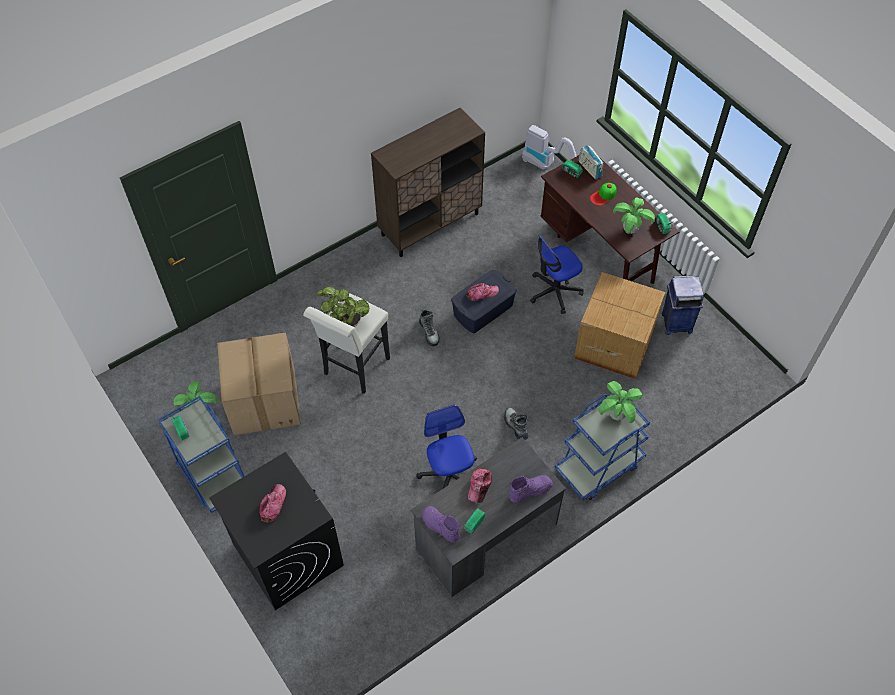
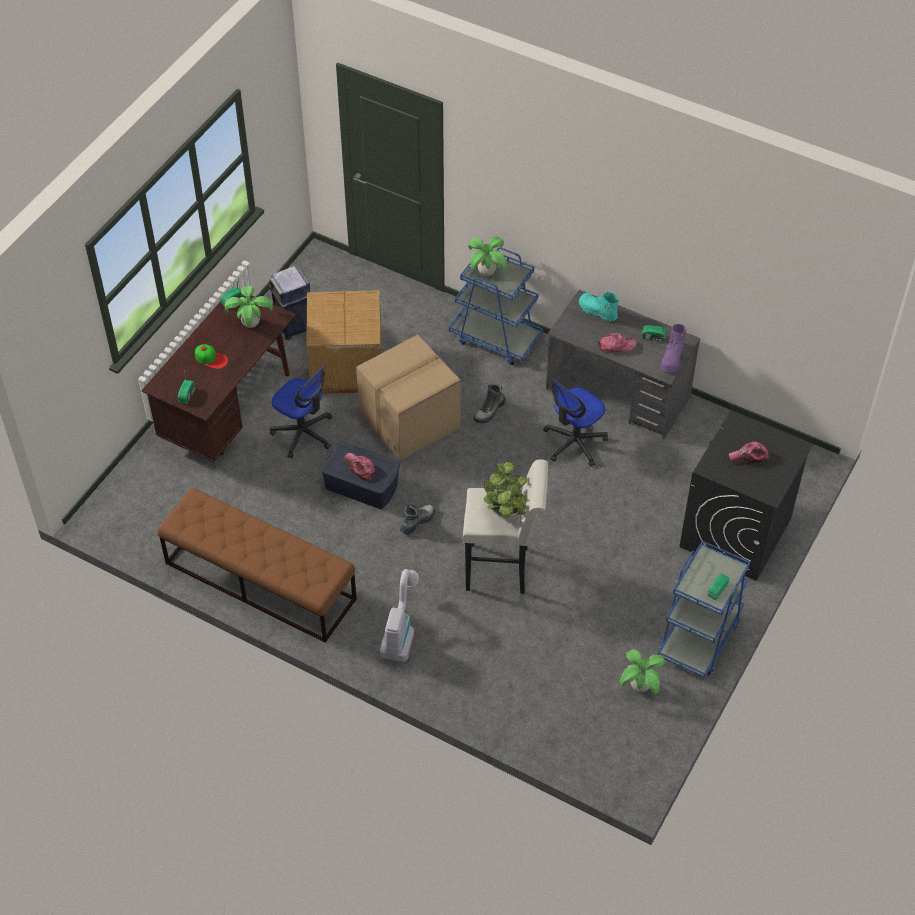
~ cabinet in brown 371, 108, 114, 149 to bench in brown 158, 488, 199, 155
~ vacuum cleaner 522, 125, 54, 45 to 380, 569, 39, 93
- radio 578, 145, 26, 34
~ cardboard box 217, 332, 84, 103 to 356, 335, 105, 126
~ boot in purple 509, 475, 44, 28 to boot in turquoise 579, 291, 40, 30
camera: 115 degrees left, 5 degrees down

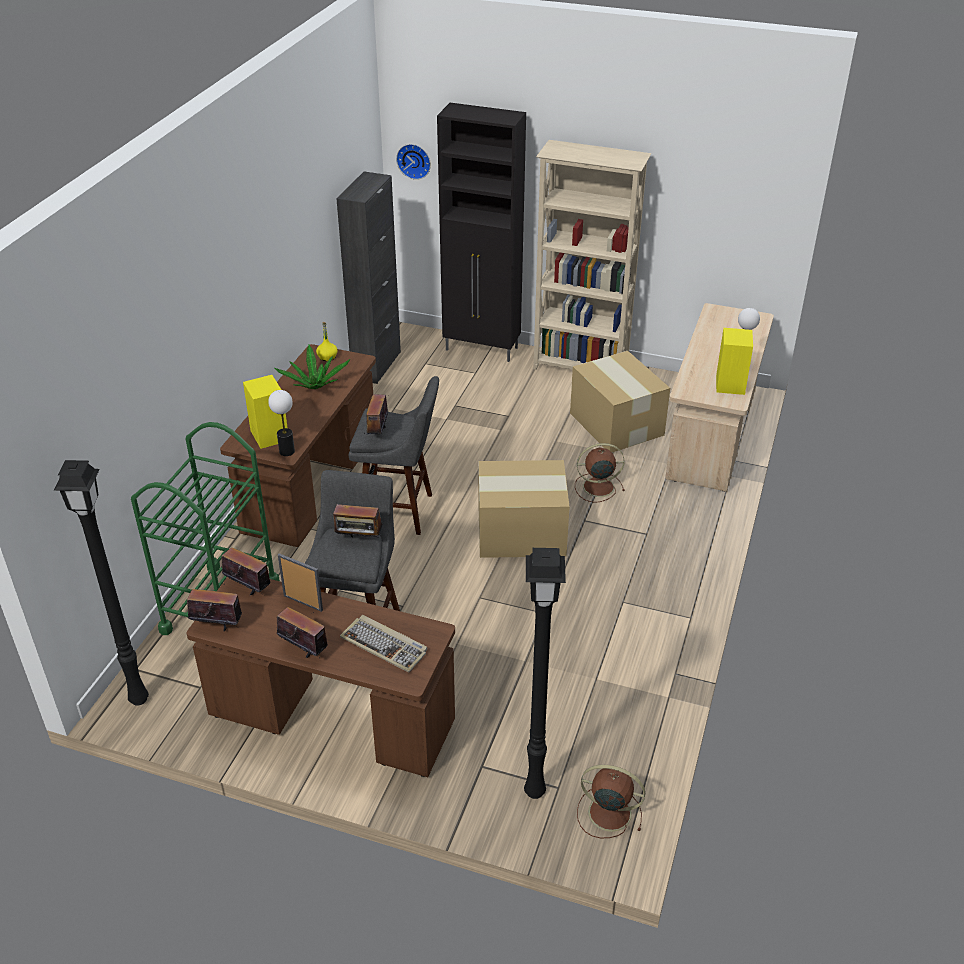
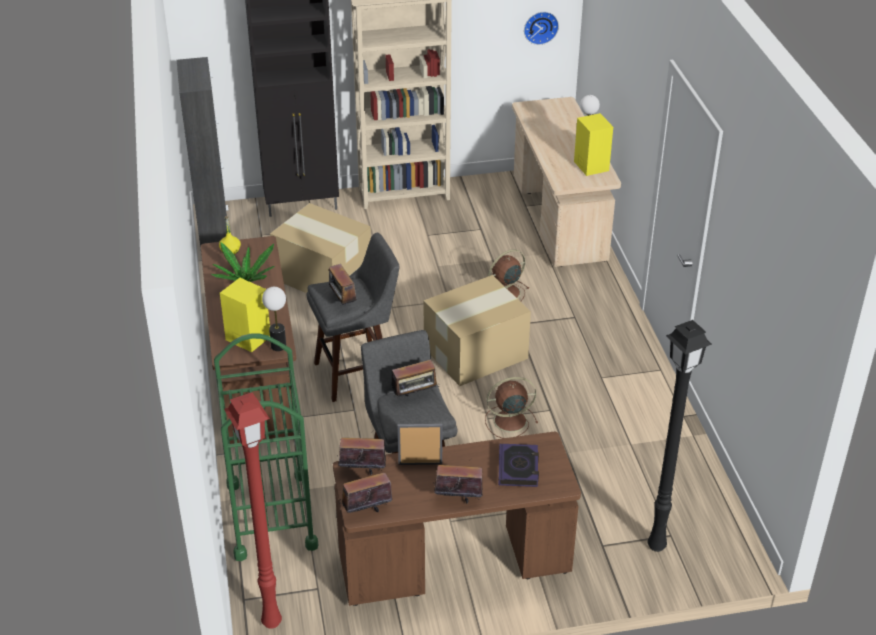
~ wall clock 396, 144, 35, 36 to 524, 12, 35, 33
~ cardboard box 570, 351, 100, 101 to 270, 203, 101, 90
~ floor lamp in black 53, 460, 96, 246 to floor lamp in red 224, 392, 58, 237
~ keyboard 340, 615, 87, 58 to book 498, 444, 41, 43
~ fan in brown 577, 765, 68, 73 to 485, 377, 53, 62
camera: 30 degrees left, 0 degrees up

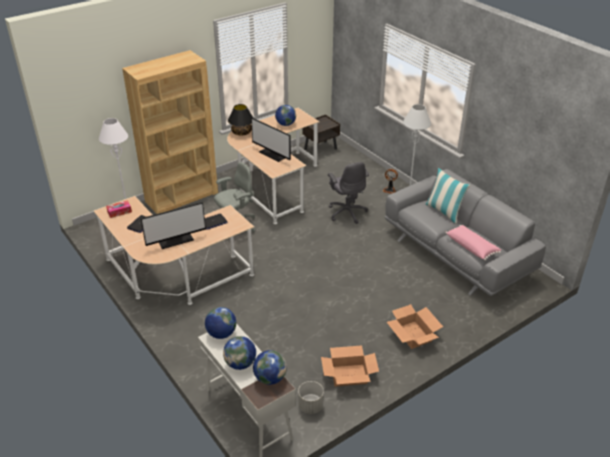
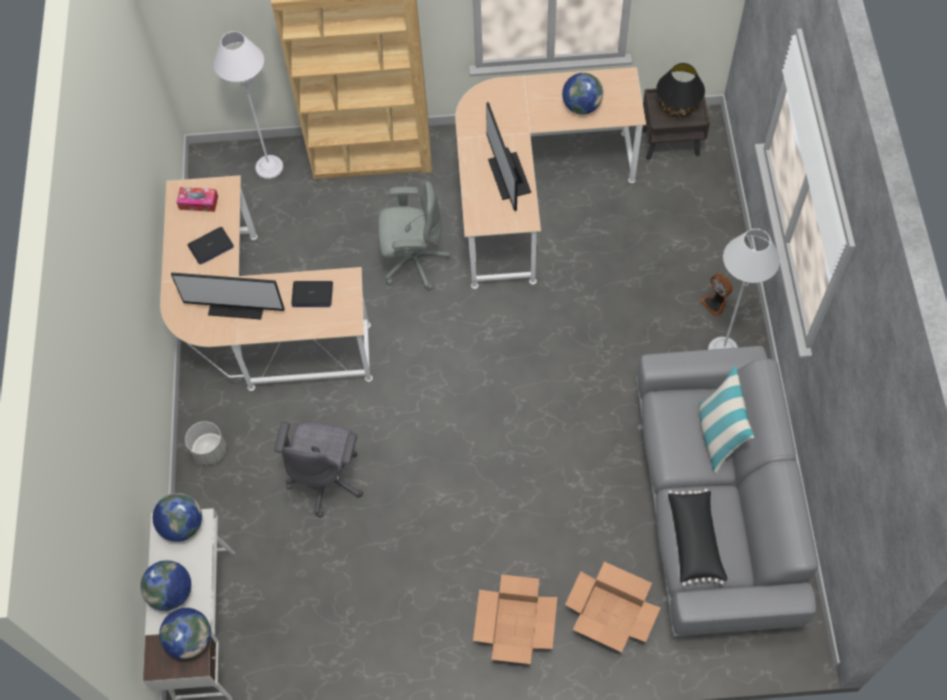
~ table lamp in black 228, 104, 25, 31 to 656, 63, 49, 55
~ office chair in grey 328, 162, 41, 62 to 274, 422, 89, 95
~ pillow in pink 445, 225, 56, 35 to pillow in black 668, 489, 60, 97
~ cardboard box 321, 346, 58, 41 to 565, 562, 96, 90
~ planter in grey 298, 381, 26, 33 to 185, 421, 41, 44
camera: 35 degrees right, 25 degrees up

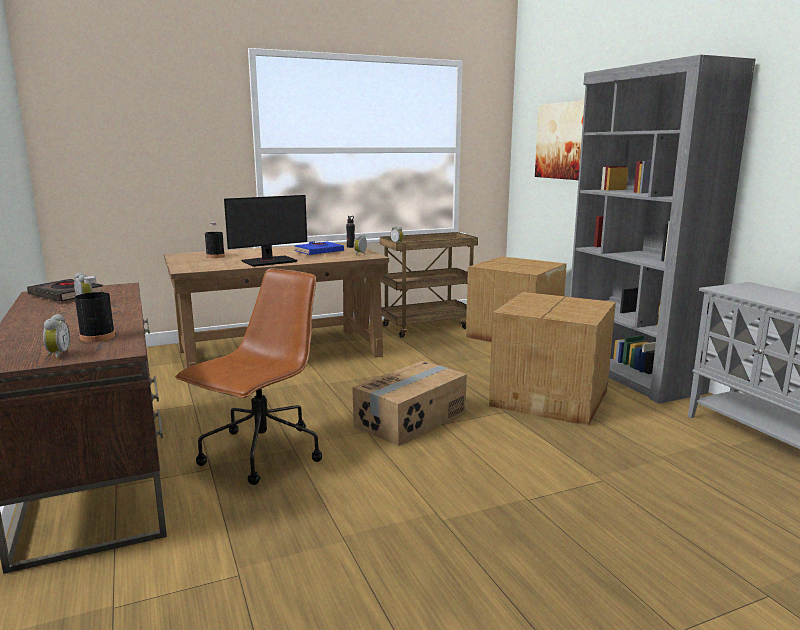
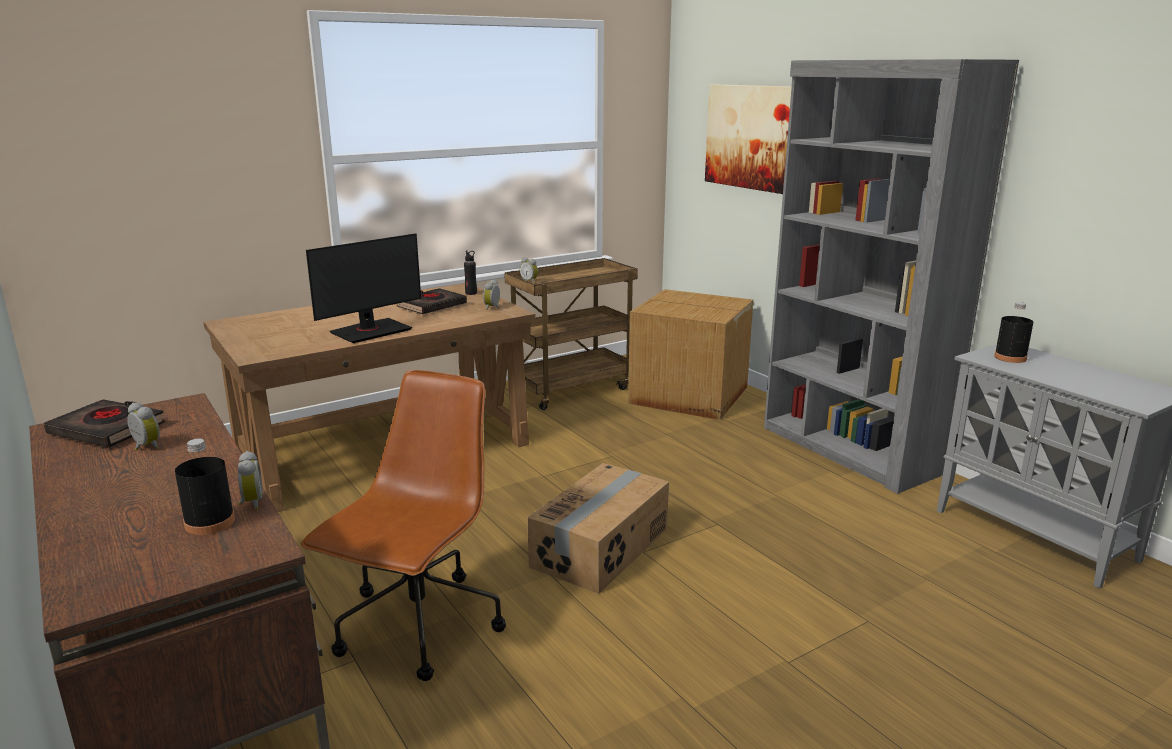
~ bottle in black 205, 222, 20, 36 to 994, 302, 40, 61
~ book in blue 294, 241, 50, 14 to book in black 397, 288, 70, 26
- cardboard box 489, 292, 127, 134
~ alarm clock 43, 314, 27, 45 to 238, 451, 24, 59
camera: 10 degrees left, 5 degrees up

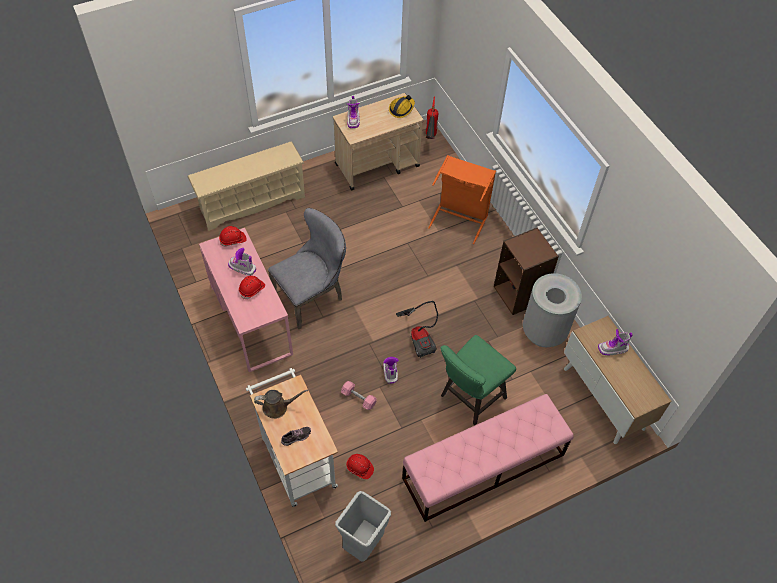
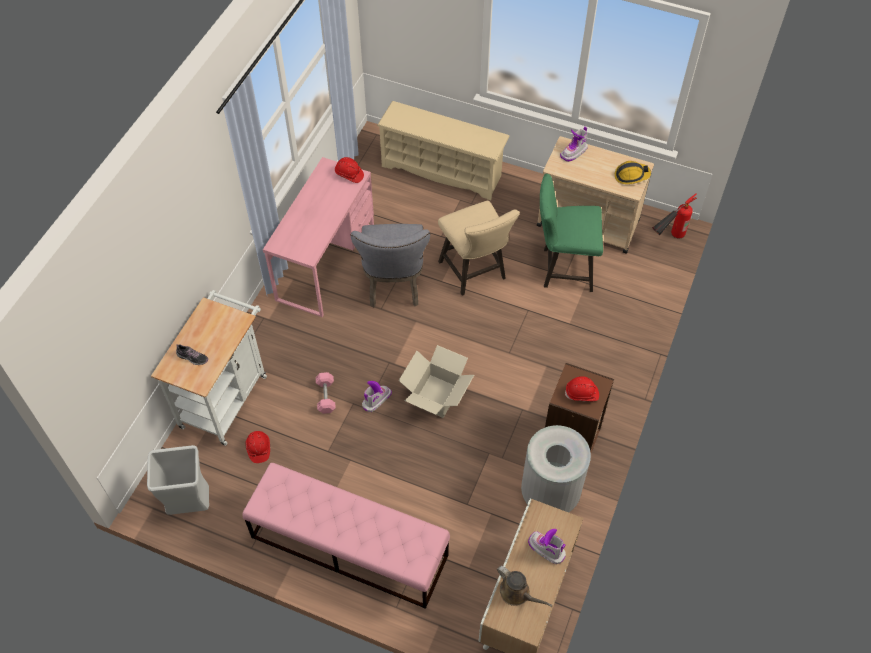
- laundry basket in orange 428, 155, 68, 89
~ chair in grey 268, 208, 78, 121 = 350, 224, 80, 83 75 degrees clockwise
- boot 228, 248, 28, 28
~ hard hat in red 239, 276, 26, 23 to 565, 376, 34, 26
~ vacuum cleaner 396, 301, 42, 57 to cardboard box 399, 345, 75, 73
~ stool in green 440, 335, 76, 90 to 540, 174, 63, 118
~ watering can in brown 254, 389, 54, 30 to 497, 566, 56, 41
+ stool in beige 438, 201, 82, 95
camera: 50 degrees right, 0 degrees up

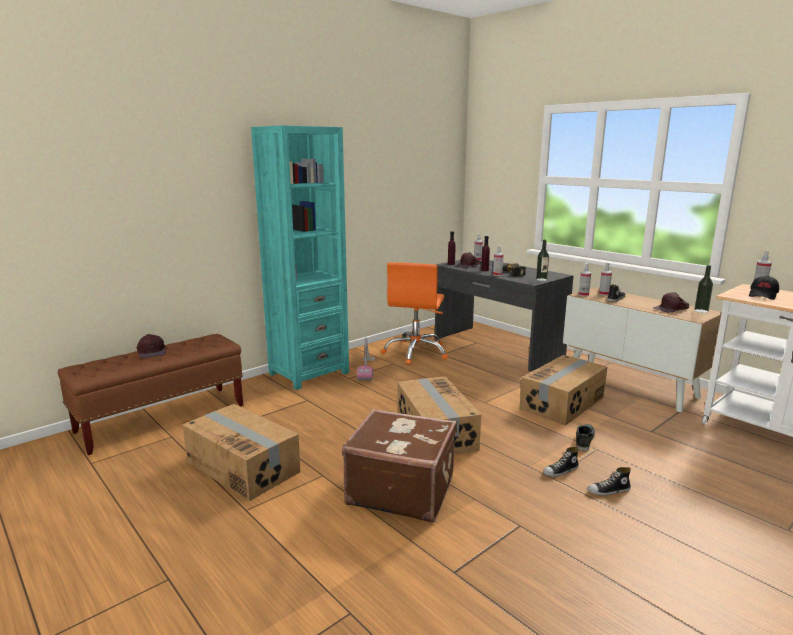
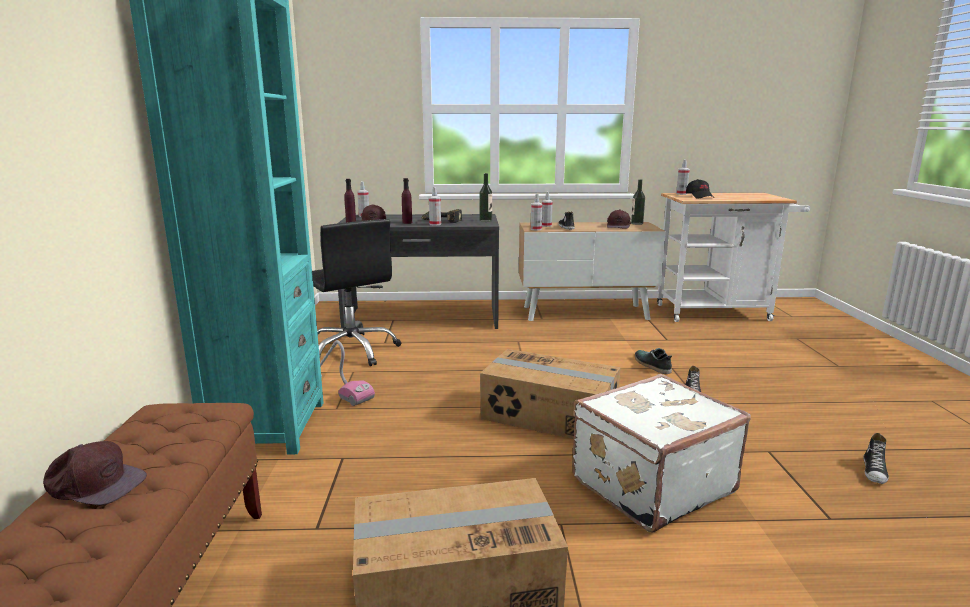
~ office chair in orange 381, 262, 67, 103 to office chair in black 312, 219, 89, 147
- cardboard box 520, 355, 87, 70
~ suitcase in brown 342, 409, 115, 113 to suitcase in white 572, 374, 179, 158
~ shoe 587, 467, 44, 28 to 863, 433, 26, 51
camera: 50 degrees left, 0 degrees up

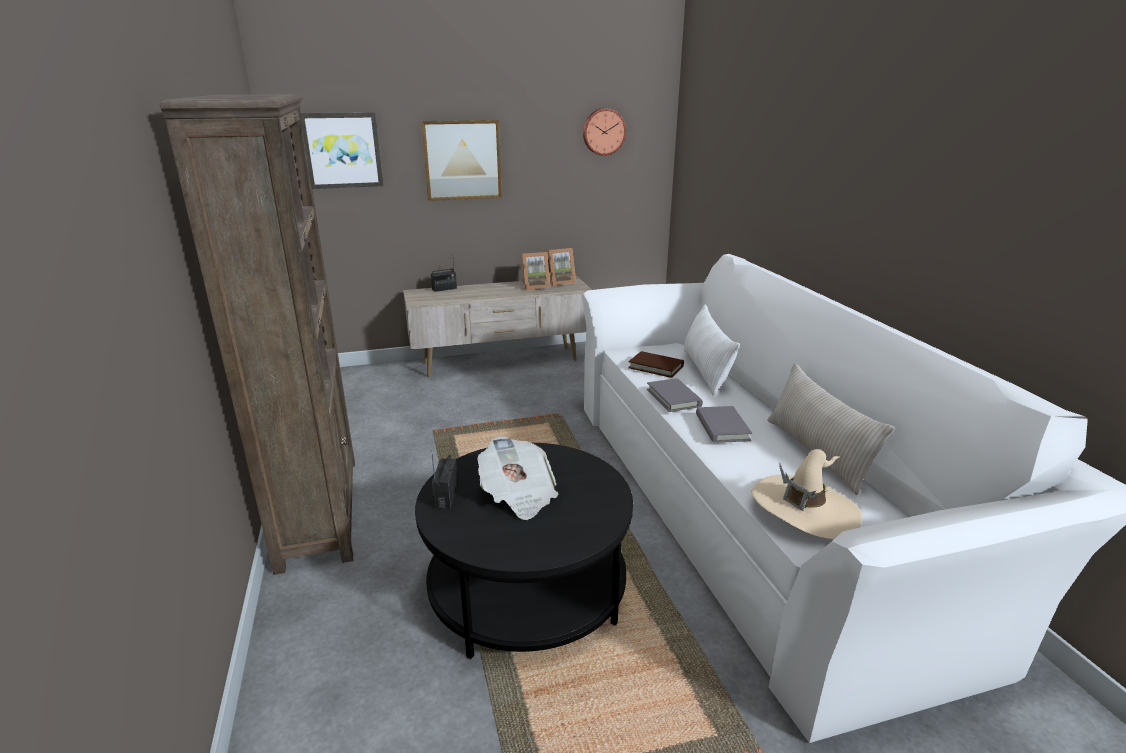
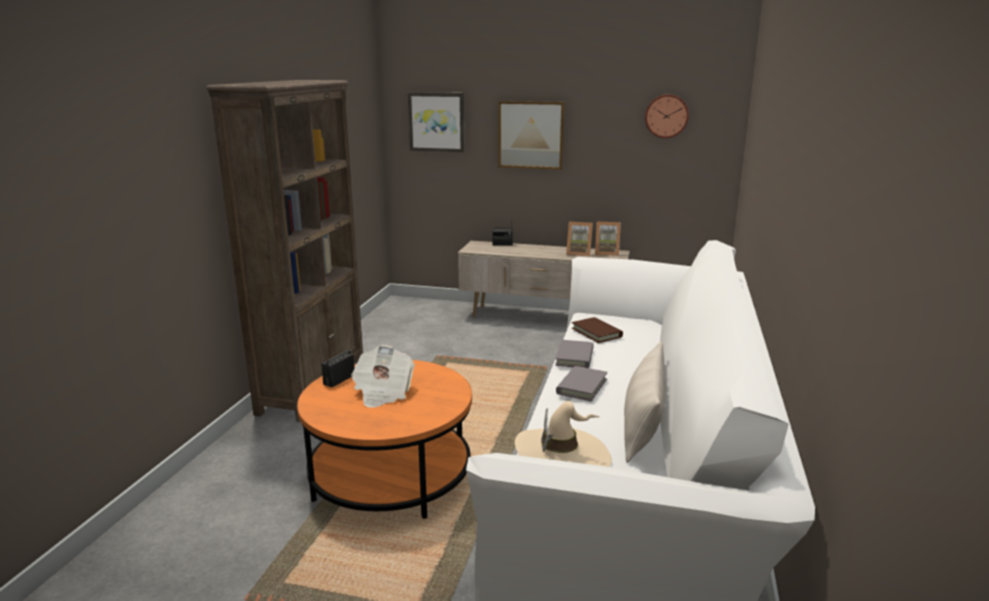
- pillow in white 684, 304, 56, 92
~ coffee table in black 415, 443, 218, 216 to coffee table in orange 297, 360, 175, 159
camera: 30 degrees right, 5 degrees down

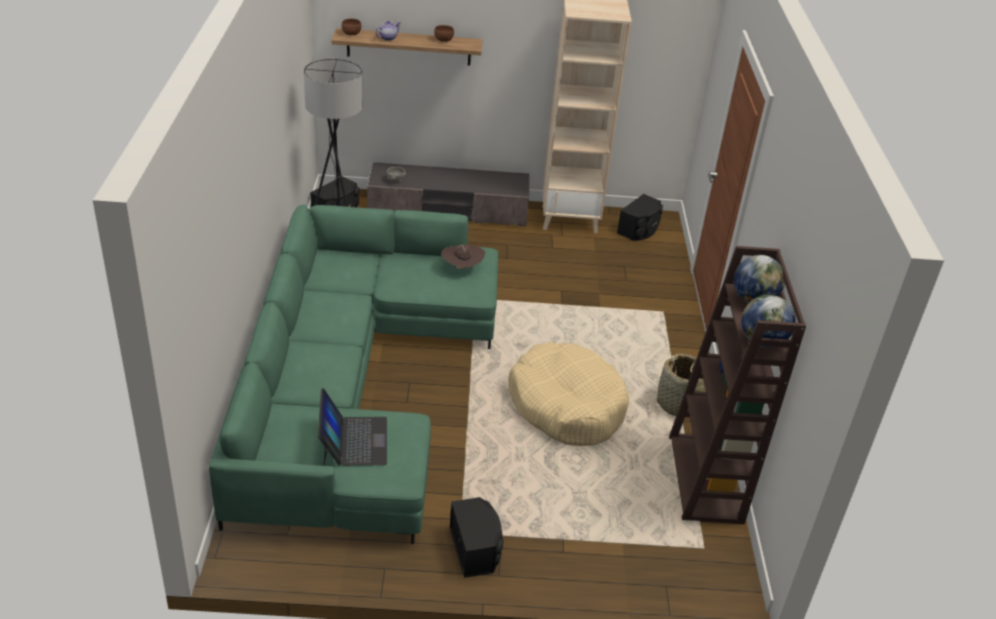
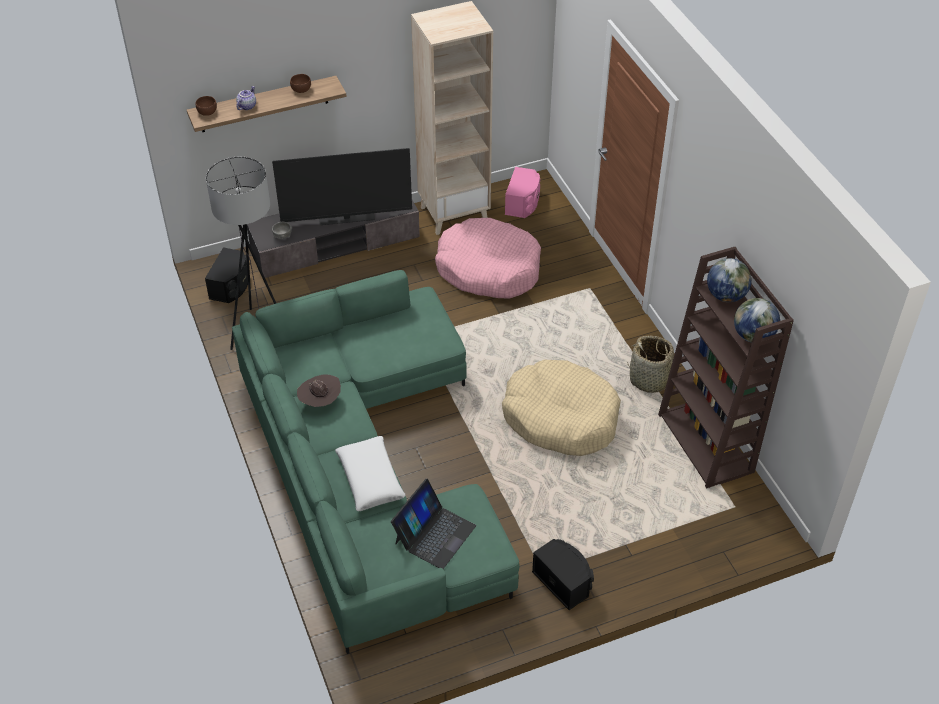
~ speaker in black 617, 194, 46, 47 to speaker in pink 505, 167, 35, 51
~ hat in brown 441, 245, 44, 24 to 297, 375, 44, 32
~ laptop 318, 388, 69, 78 = 391, 479, 85, 90 60 degrees clockwise
+ television 272, 148, 140, 77
+ dog bed in pink 435, 218, 106, 81
+ pillow in white 335, 436, 71, 75
camera: 20 degrees left, 10 degrees up

